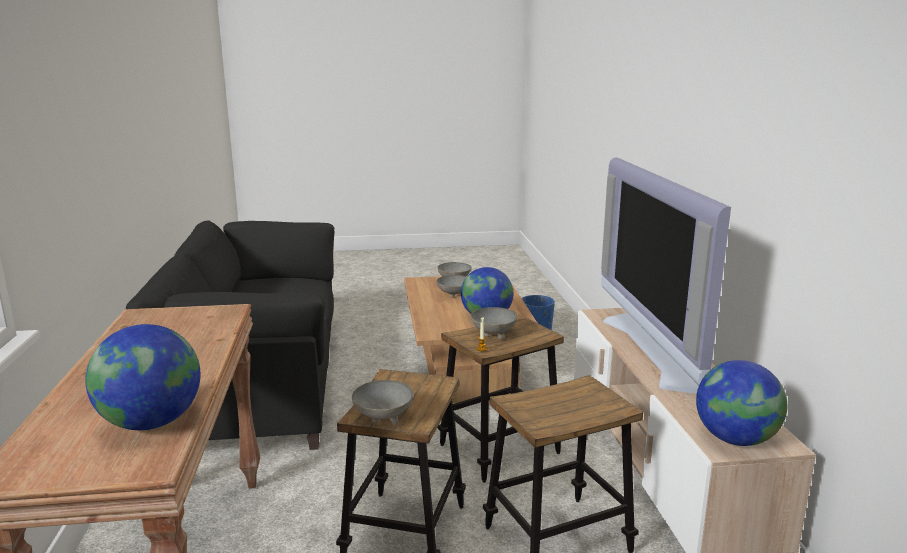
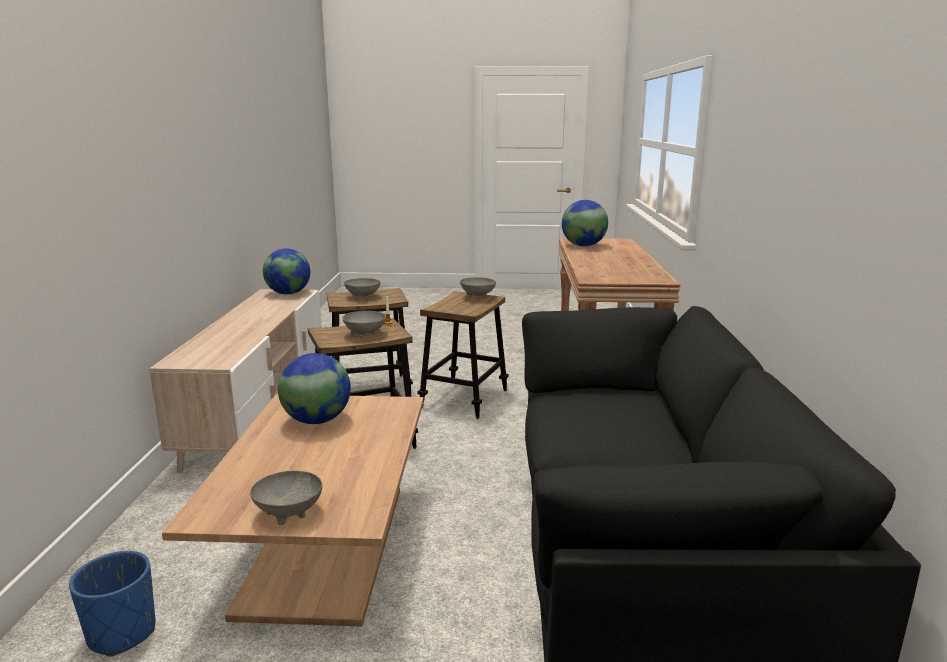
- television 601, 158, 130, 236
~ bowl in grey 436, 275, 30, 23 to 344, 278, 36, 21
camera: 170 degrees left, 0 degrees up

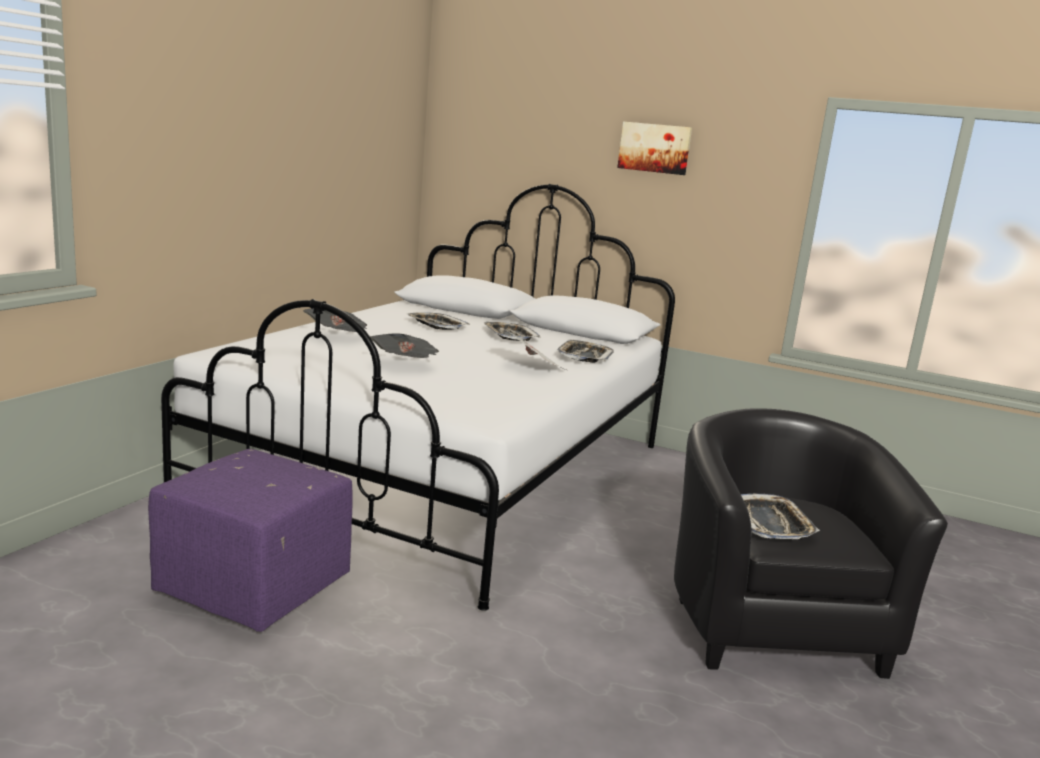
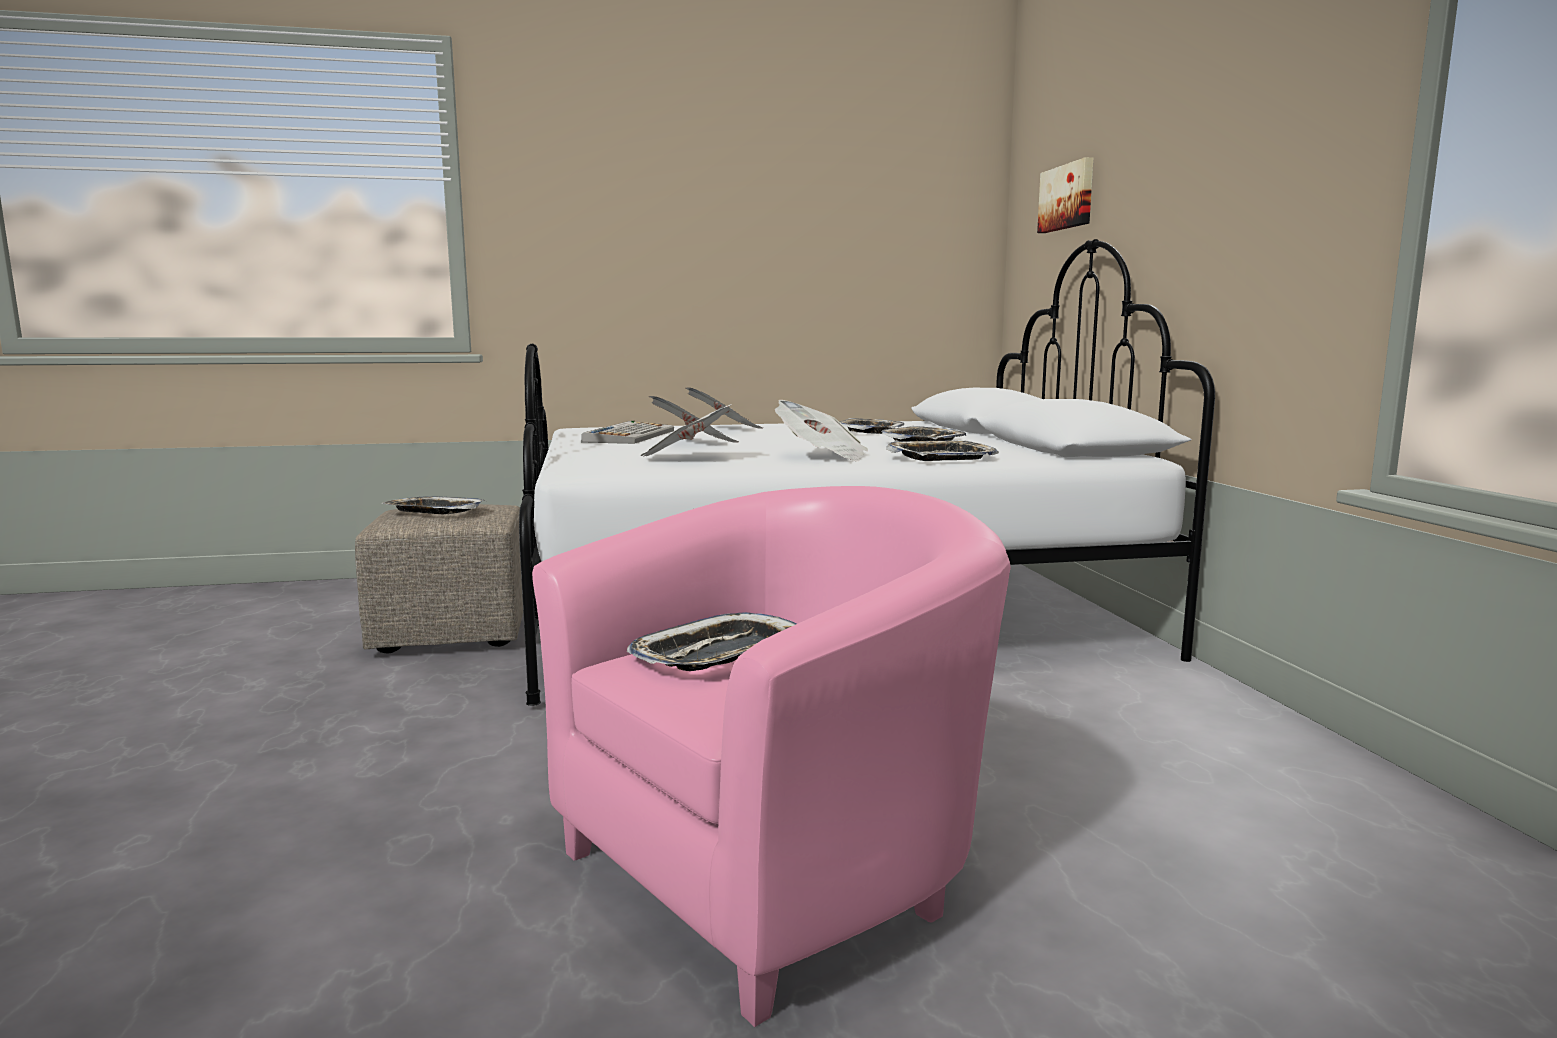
~ picture 617, 122, 75, 53 to 1037, 157, 57, 76
~ armchair in black 674, 408, 274, 271 to armchair in pink 532, 486, 479, 541
~ ottoman in purple 148, 449, 205, 183 to ottoman in beige 355, 504, 168, 149
+ newspaper 641, 404, 91, 53
+ keyboard 581, 421, 93, 23
+ tray 381, 496, 103, 18
camera: 55 degrees right, 5 degrees down

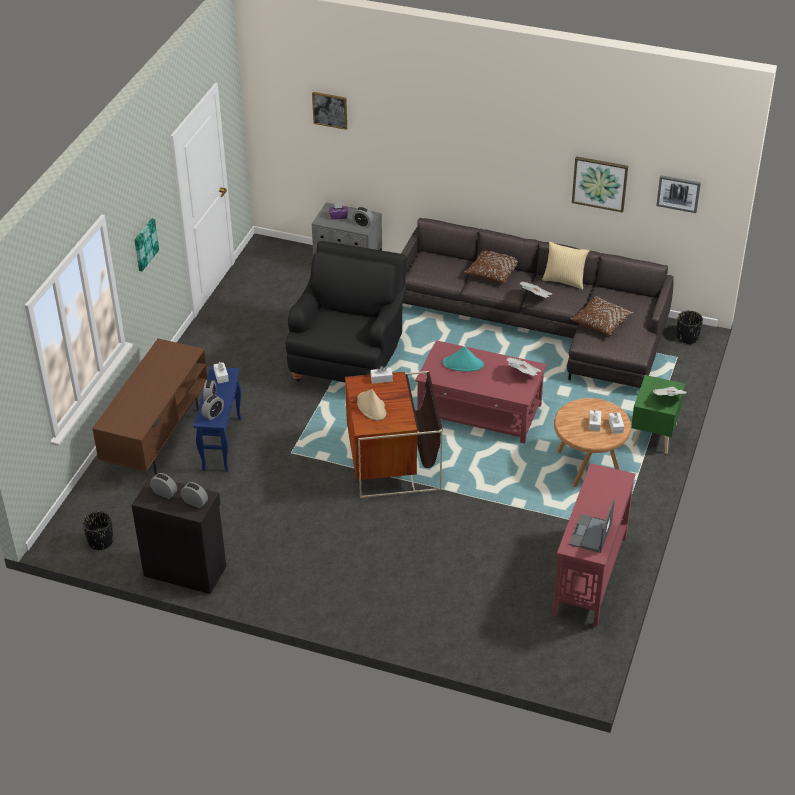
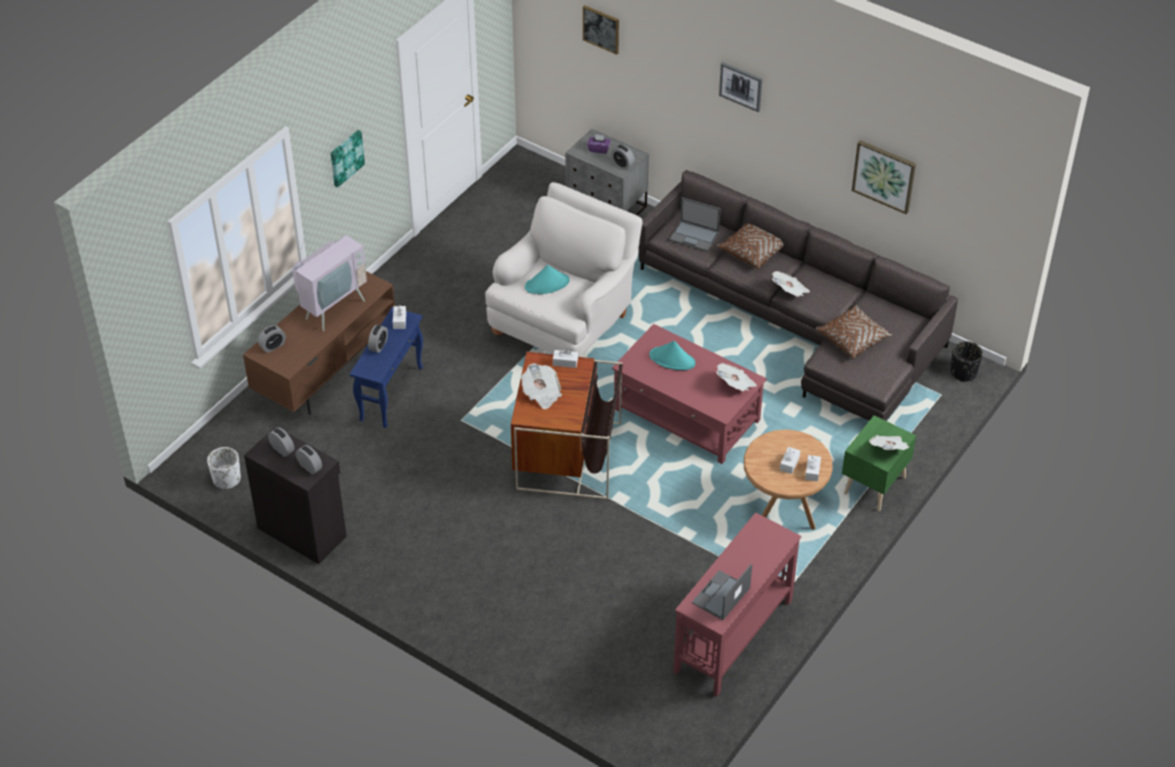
~ picture 656, 175, 45, 38 to 719, 62, 44, 50
~ armchair in black 285, 241, 121, 141 to armchair in white 485, 182, 158, 175
- pillow 542, 241, 48, 49
~ hat in beige 357, 389, 30, 32 to newspaper 521, 363, 41, 46
~ alarm clock 202, 395, 22, 25 to 258, 325, 28, 28
~ planter in black 83, 511, 30, 39 to planter in white 207, 447, 34, 42
+ laptop 669, 197, 52, 54
+ television 286, 232, 81, 99
+ hat in turquoise 525, 265, 45, 29
camera: 15 degrees right, 5 degrees up

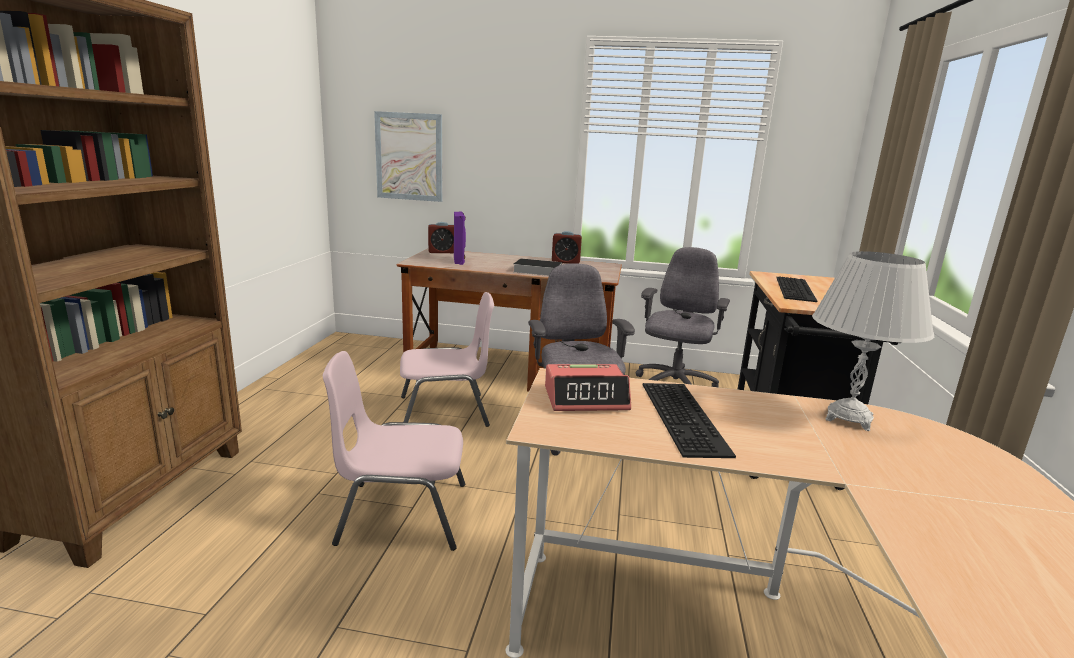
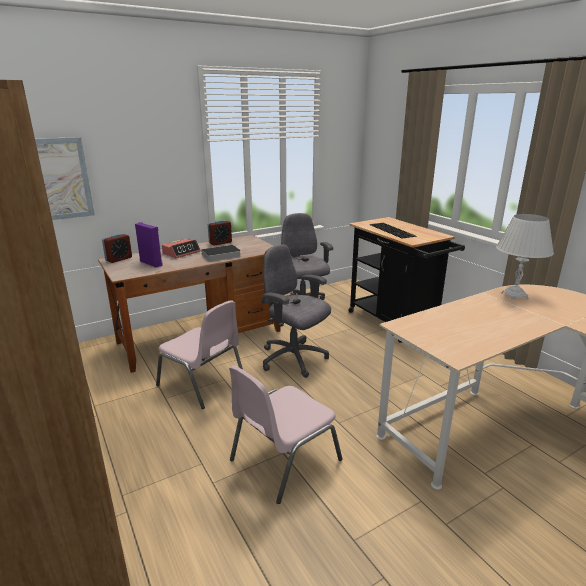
~ chair in pink 400, 292, 94, 135 = 156, 300, 87, 109 90 degrees clockwise
~ alarm clock 545, 364, 86, 47 to 162, 239, 39, 19
- keyboard 643, 383, 93, 75
camera: 40 degrees left, 5 degrees up

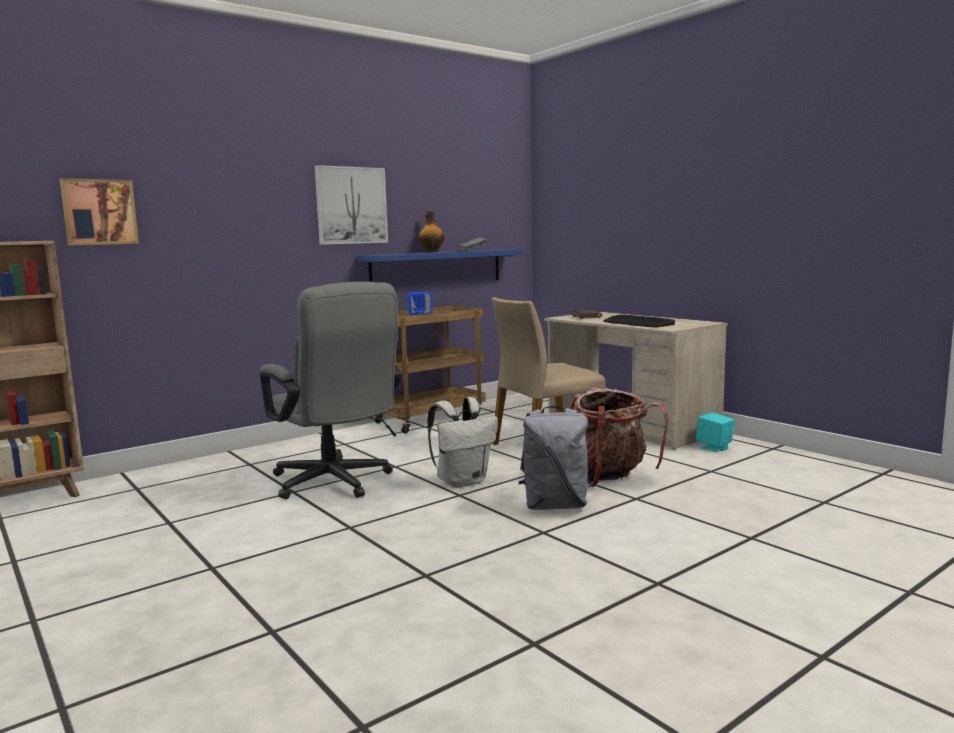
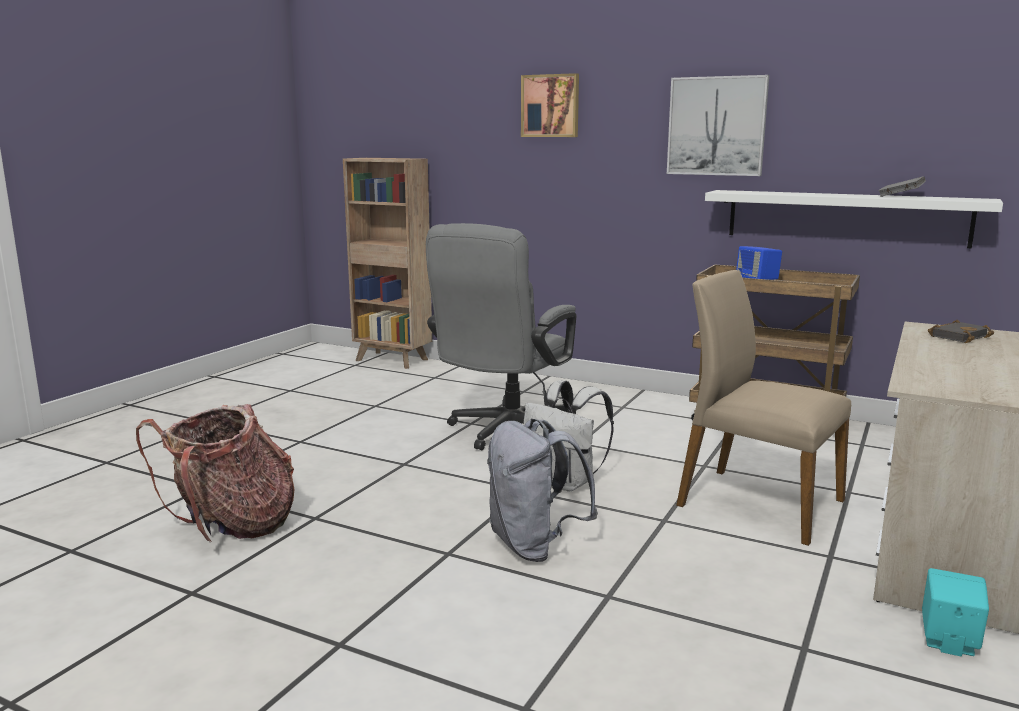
~ picture 60, 178, 79, 67 to 521, 73, 58, 64
- bottle 418, 210, 26, 43
~ shelf in blue 357, 249, 168, 33 to shelf in white 705, 190, 298, 58
- keyboard 603, 314, 72, 13
~ backpack 570, 388, 98, 99 to 136, 404, 158, 138
camera: 65 degrees right, 5 degrees up

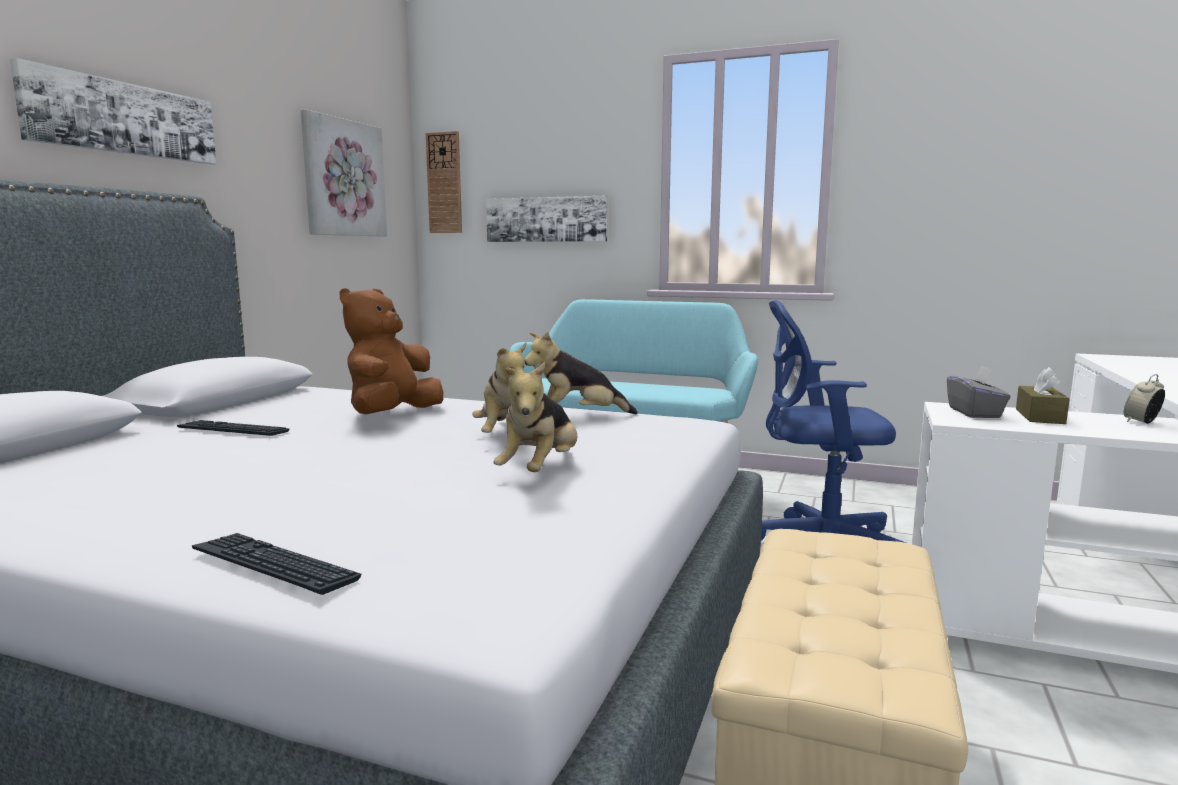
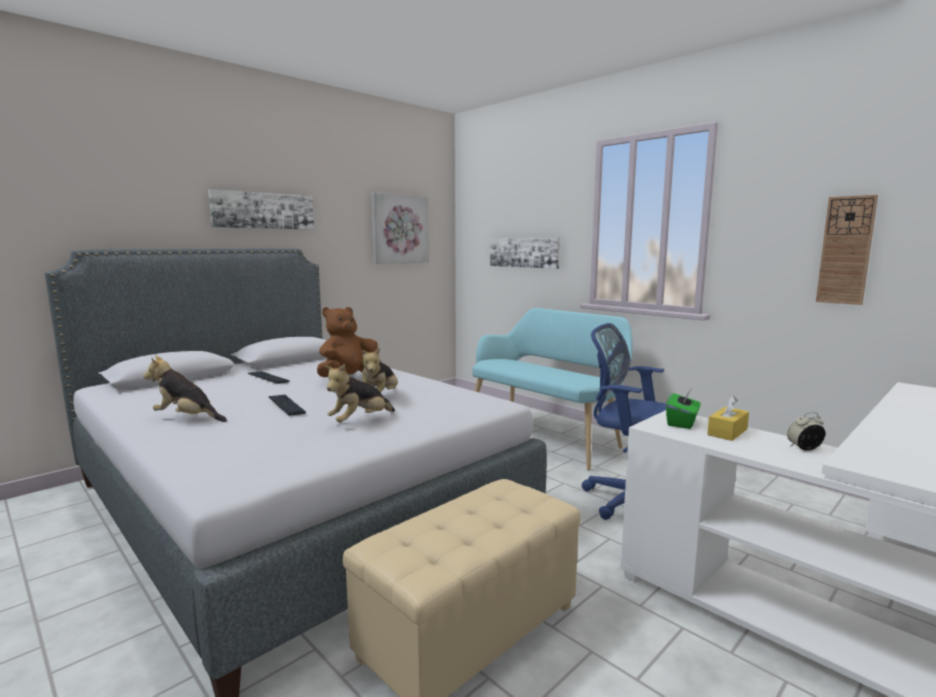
~ wall clock 426, 131, 36, 102 to 816, 195, 62, 110
~ plush toy 524, 332, 114, 82 to 143, 355, 84, 67
~ tissue box in grey 947, 366, 64, 52 to tissue box in green 666, 390, 35, 39
~ tissue box in brown 1016, 367, 53, 57 to tissue box in yellow 707, 396, 42, 45
~ keyboard 192, 533, 170, 62 to 268, 395, 38, 21
camera: 25 degrees right, 0 degrees up

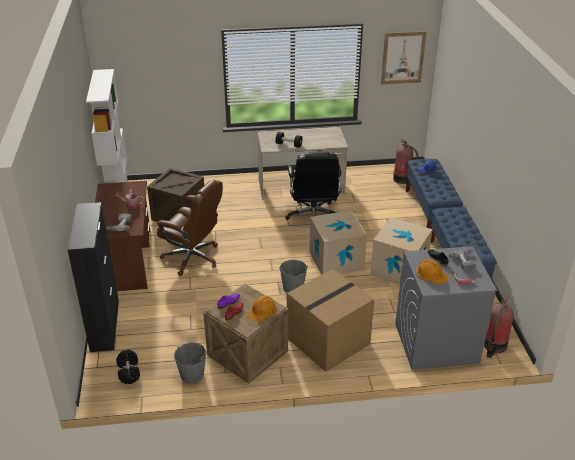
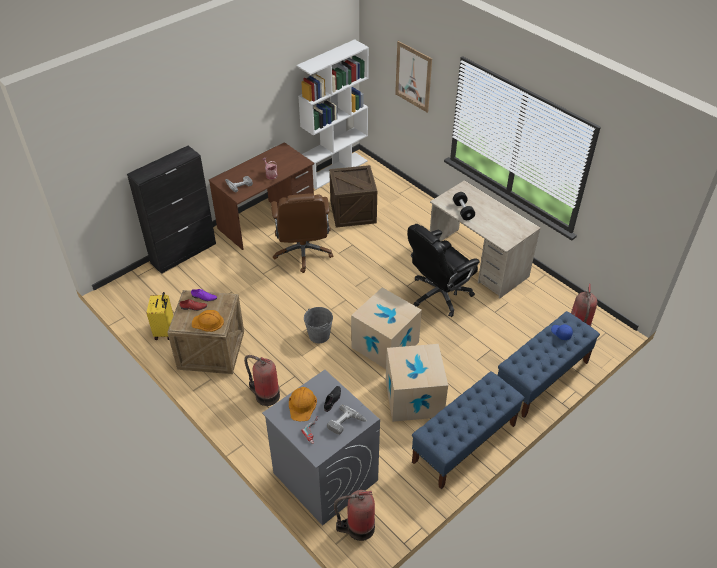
~ picture 381, 31, 45, 53 to 395, 41, 37, 72
~ cardboard box 287, 269, 88, 103 to fire extinguisher 244, 355, 36, 51
~ bucket in grey 174, 342, 32, 42 to suitcase in yellow 147, 292, 27, 48
- dumbbell in black 116, 349, 24, 35
camera: 55 degrees right, 10 degrees up

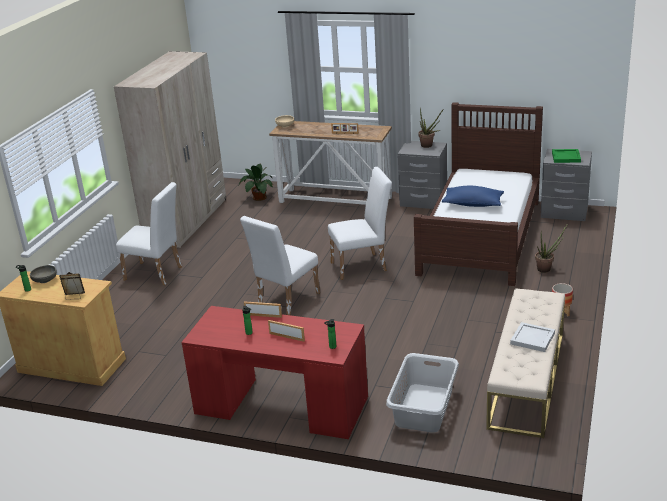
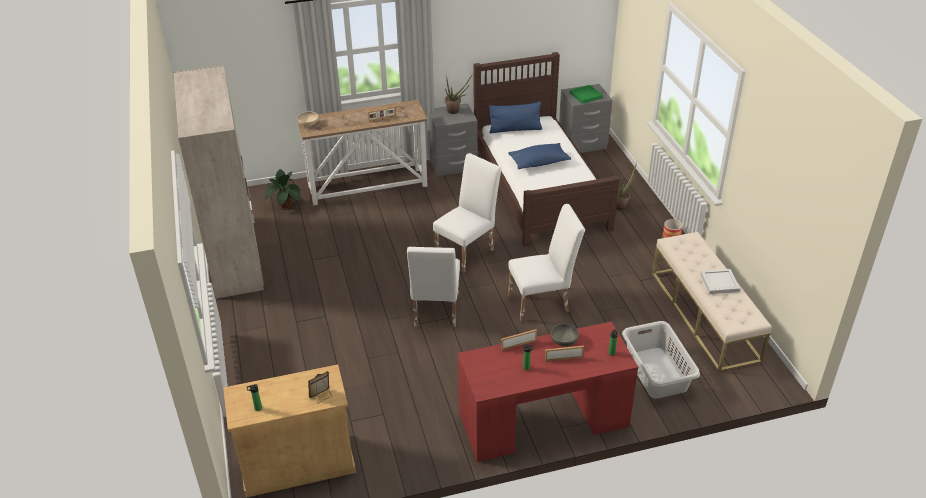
~ chair in white 116, 182, 66, 103 to 508, 204, 77, 118
~ bowl in grey 30, 265, 27, 18 to 551, 324, 28, 22
+ pillow in blue 489, 102, 53, 31
camera: 35 degrees left, 10 degrees up

